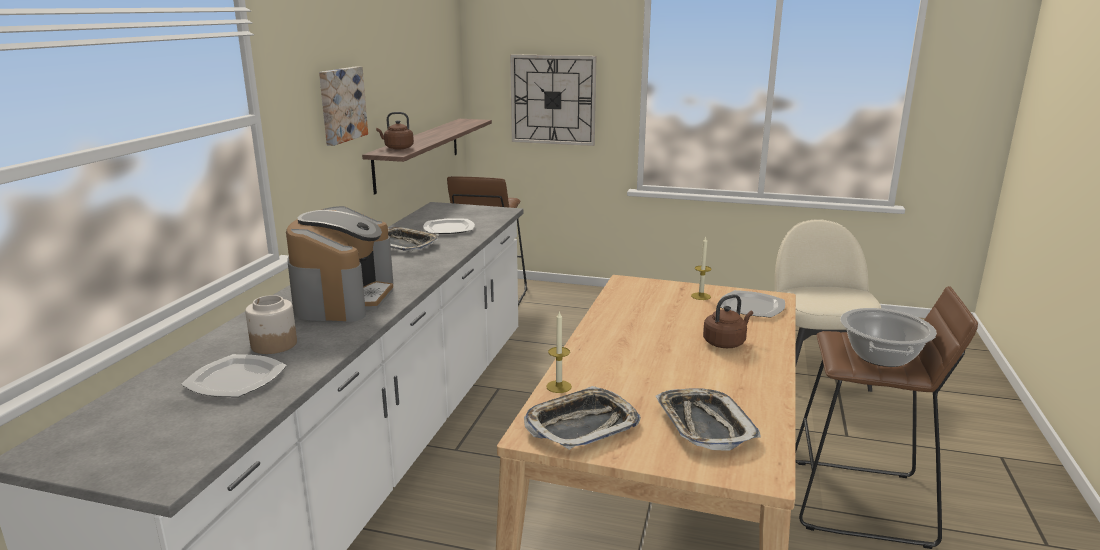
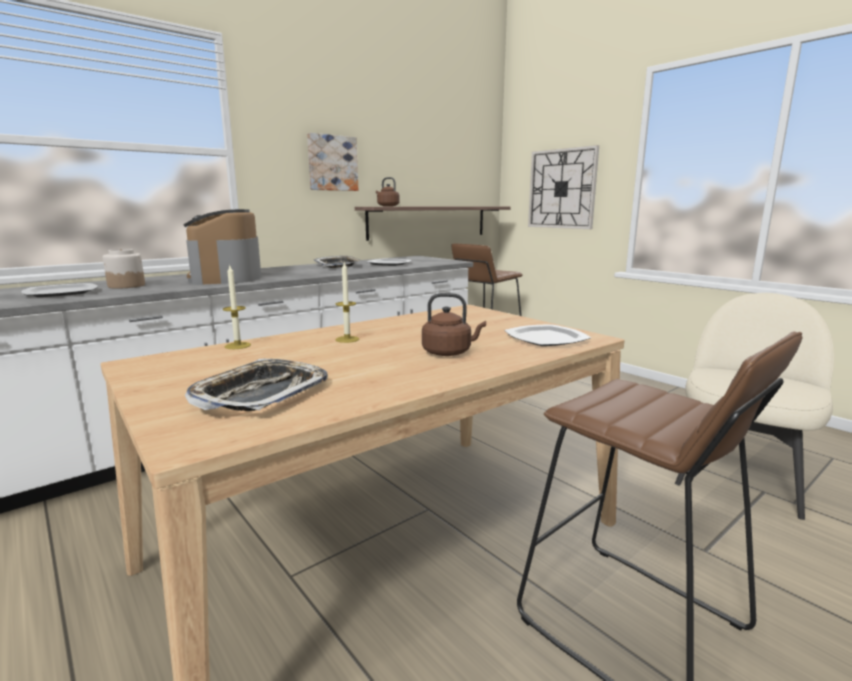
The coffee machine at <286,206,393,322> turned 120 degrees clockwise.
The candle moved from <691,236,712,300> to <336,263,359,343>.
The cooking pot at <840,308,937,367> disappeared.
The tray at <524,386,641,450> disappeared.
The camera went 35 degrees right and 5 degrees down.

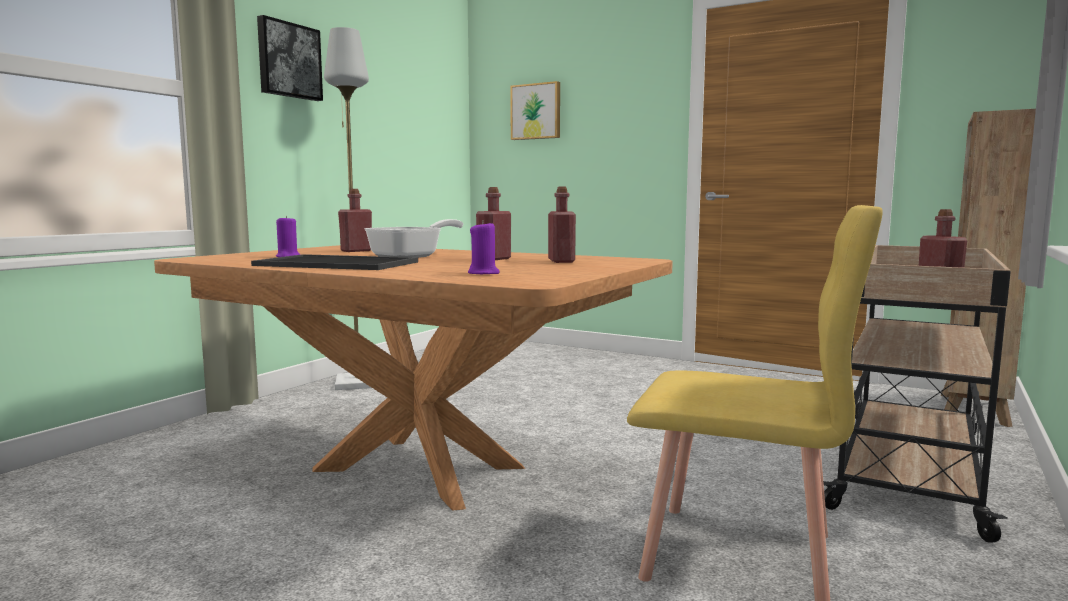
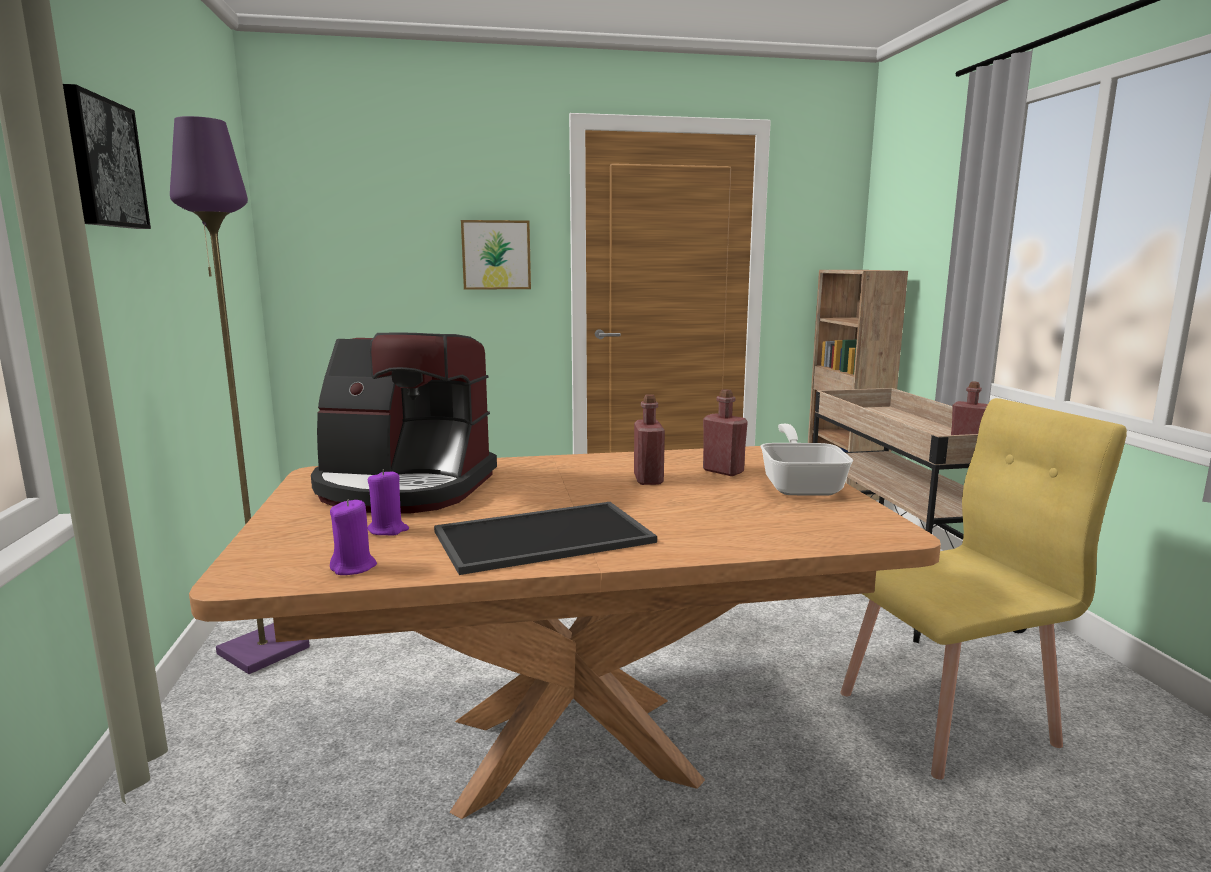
The grey floor lamp at <324,27,372,390> became the purple floor lamp at <170,116,310,674>.
The picture moved from <510,81,560,140> to <461,220,531,290>.
The red bottle at <338,189,372,252> was replaced by the coffee machine at <311,332,497,514>.
The frying pan moved from <365,219,463,258> to <761,424,853,496>.
The purple candle moved from <468,220,500,274> to <330,499,377,575>.
The camera went 40 degrees left and 5 degrees up.

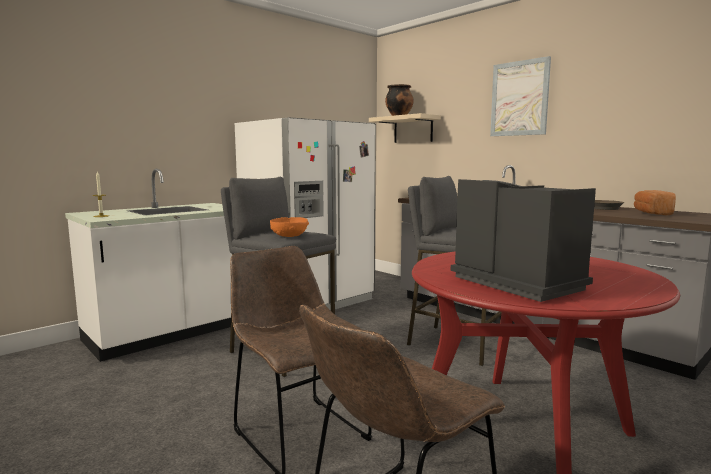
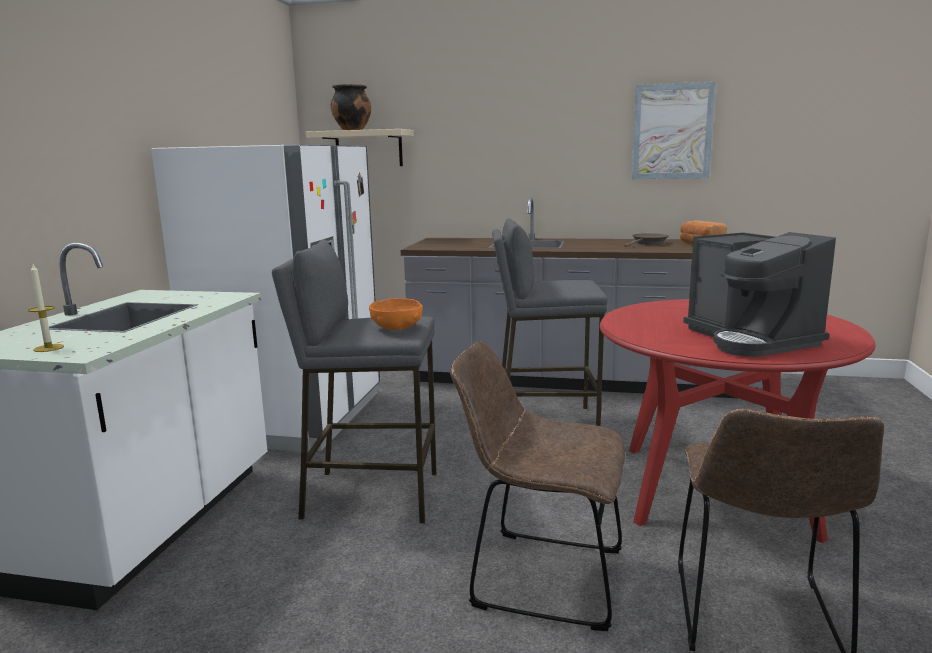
The picture moved from <490,56,551,136> to <632,82,716,179>.
The coffee machine at <451,179,596,302> turned 135 degrees counterclockwise.
The camera went 35 degrees left and 5 degrees up.

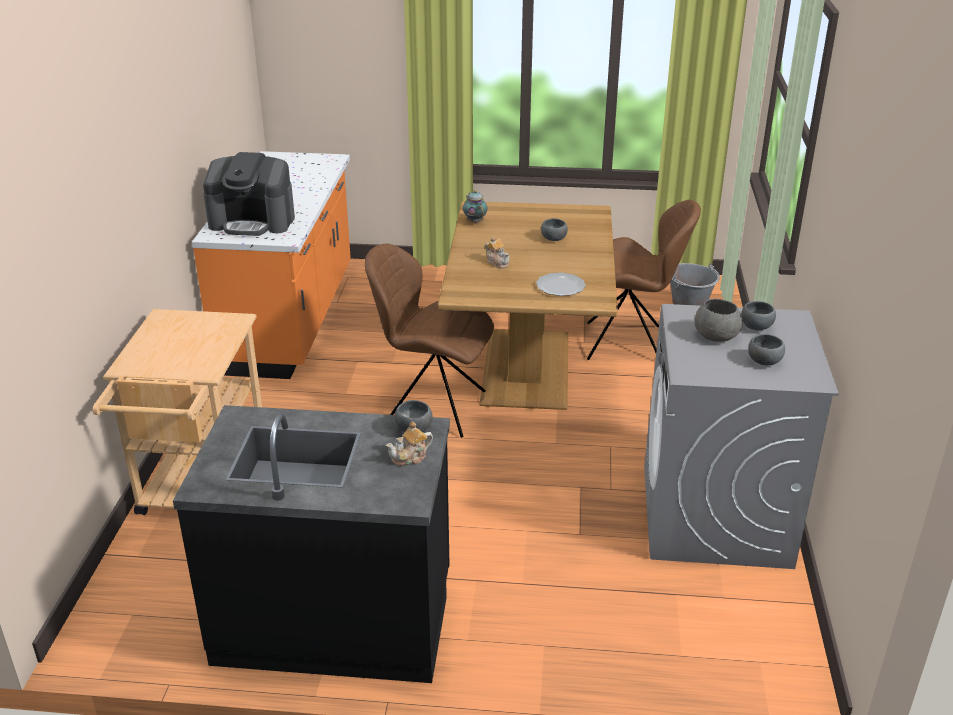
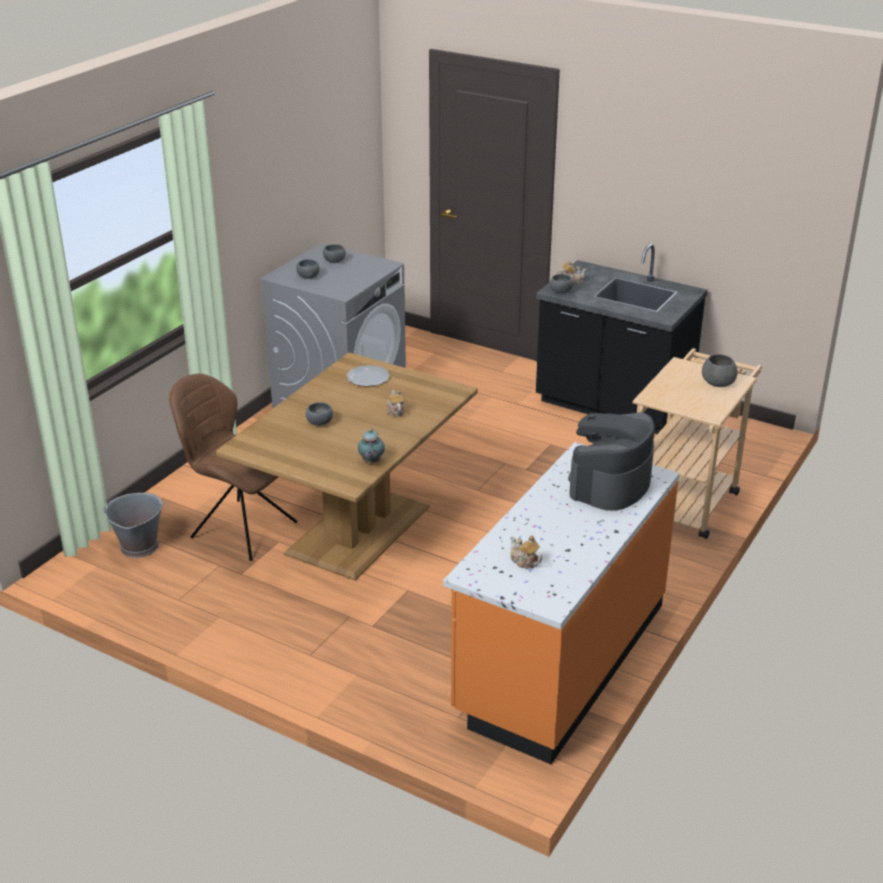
The coffee machine at <203,152,295,236> turned 90 degrees counterclockwise.
The brown chair at <365,243,494,438> disappeared.
The grey bowl moved from <695,299,743,342> to <702,354,738,387>.
The teapot at <510,535,542,568> appeared.
The camera went 155 degrees left and 0 degrees up.

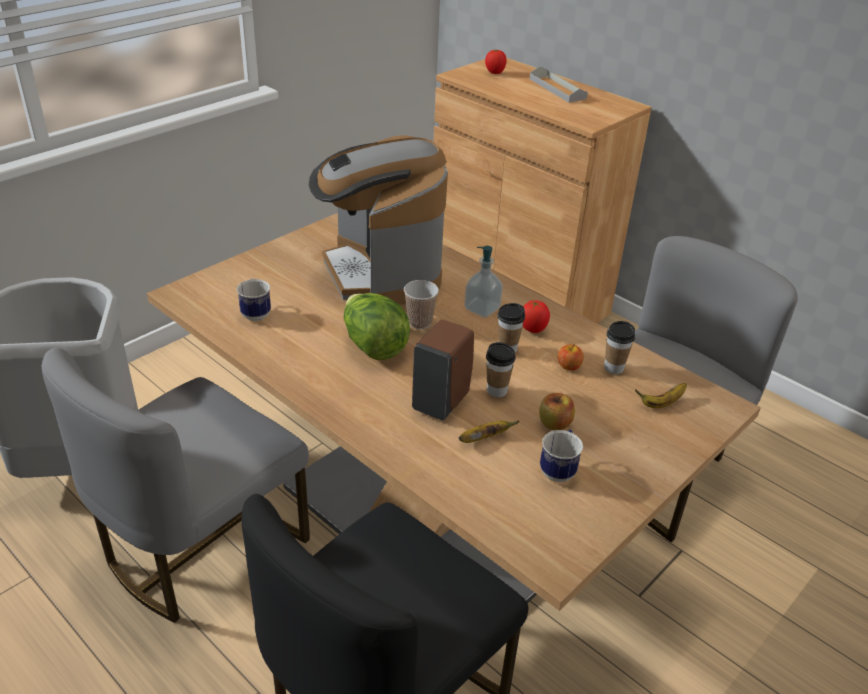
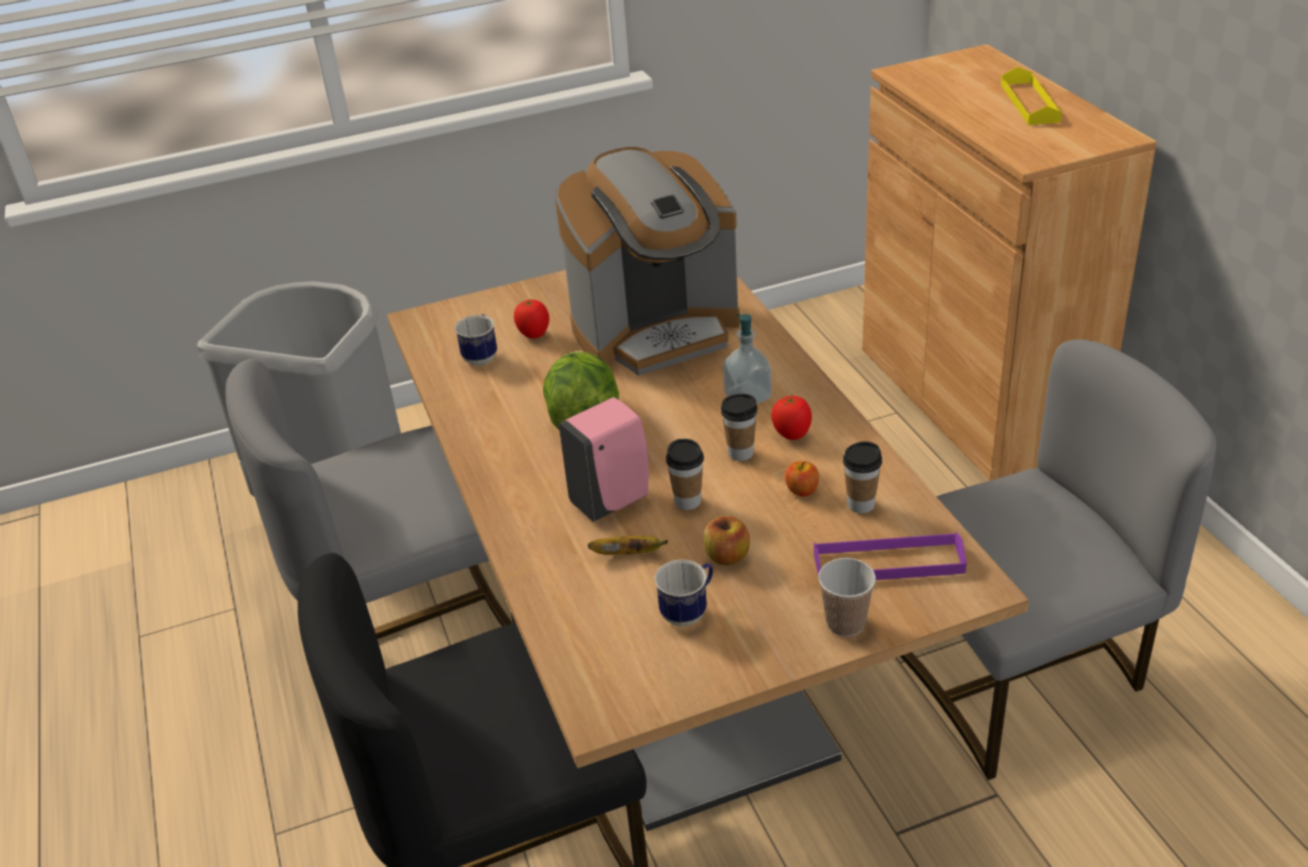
The tomato moved from <485,49,507,74> to <514,299,549,339>.
The grey tray at <530,66,588,103> became the yellow tray at <1001,67,1062,125>.
The coffee machine at <309,135,448,305> turned 120 degrees counterclockwise.
The cup moved from <404,280,439,329> to <818,558,876,637>.
The brown soap dispenser at <412,320,474,420> became the pink soap dispenser at <559,397,649,522>.
The banana at <635,383,687,408> was replaced by the purple tray at <814,532,967,583>.
The camera went 30 degrees right and 0 degrees up.

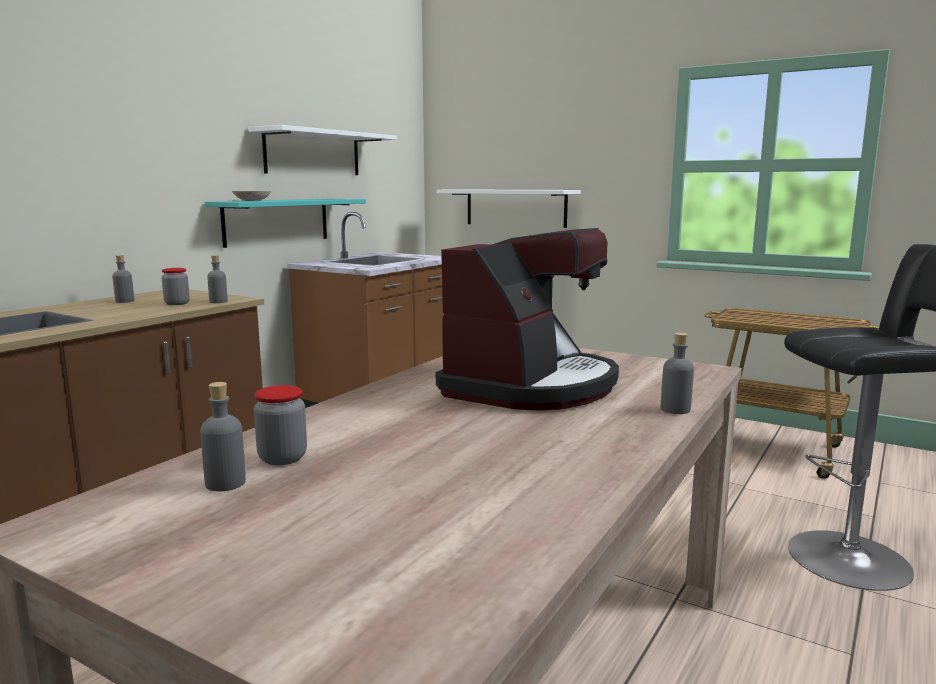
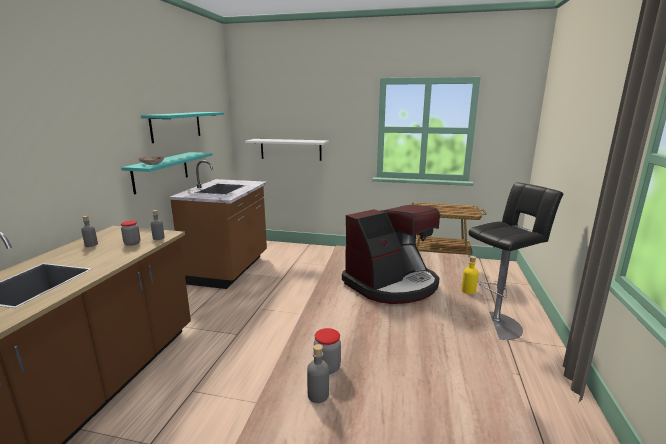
The white shelf at <248,125,397,175> became the turquoise shelf at <141,112,224,143>.
The coffee machine at <436,228,619,410> turned 45 degrees clockwise.
The grey bottle at <661,332,694,414> became the yellow bottle at <462,256,479,294>.
The camera went 20 degrees left and 5 degrees up.

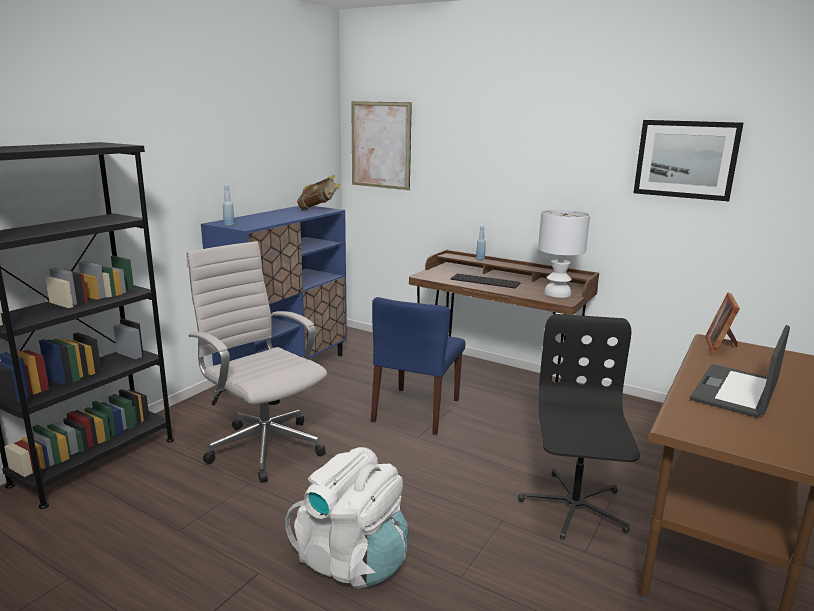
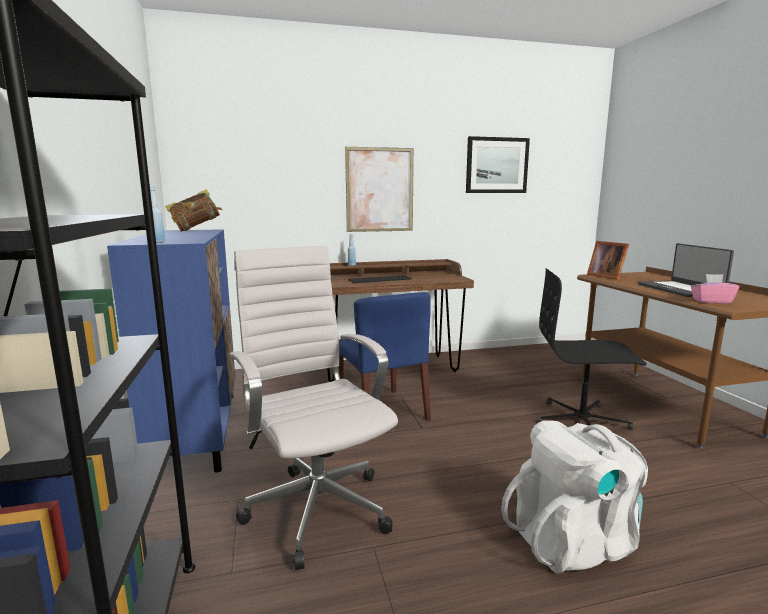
The picture moved from <351,101,412,190> to <345,147,414,232>.
The white table lamp at <538,209,590,298> disappeared.
The white office chair at <186,241,327,483> turned 60 degrees clockwise.
The black office chair at <518,314,640,539> turned 45 degrees counterclockwise.
The pink tissue box at <691,274,739,304> appeared.
The camera went 45 degrees left and 5 degrees down.

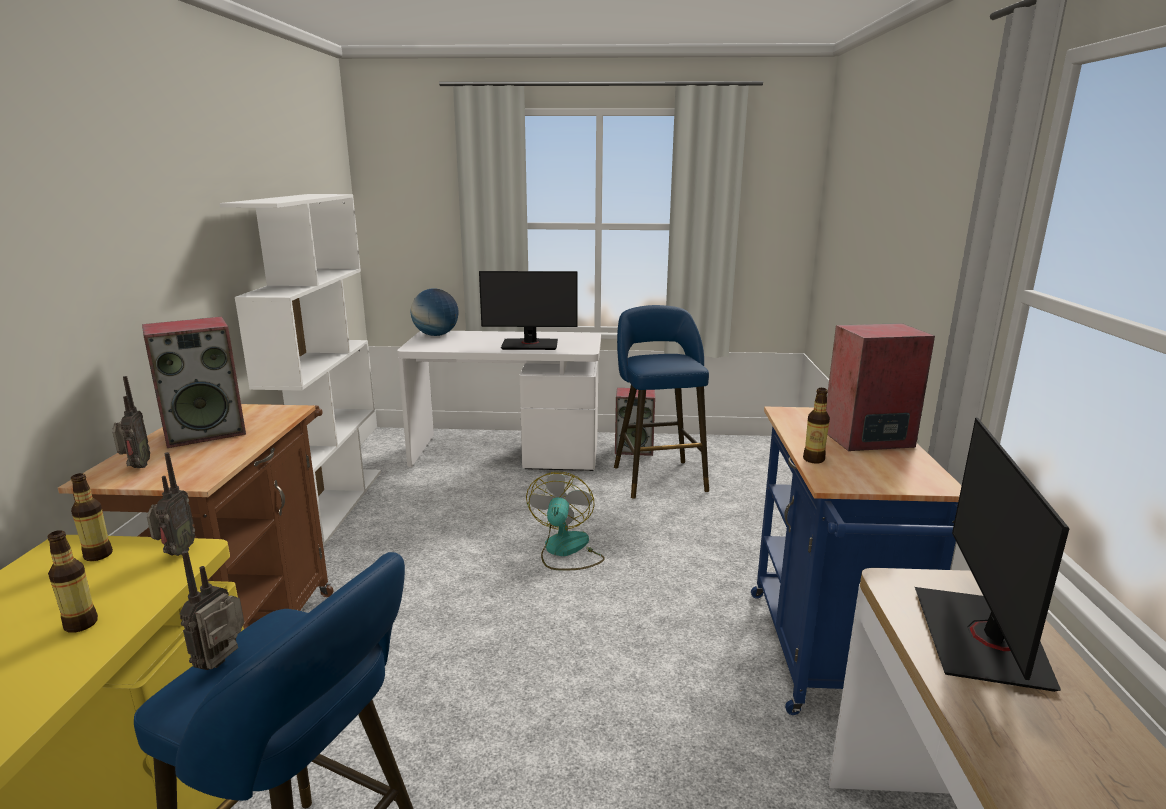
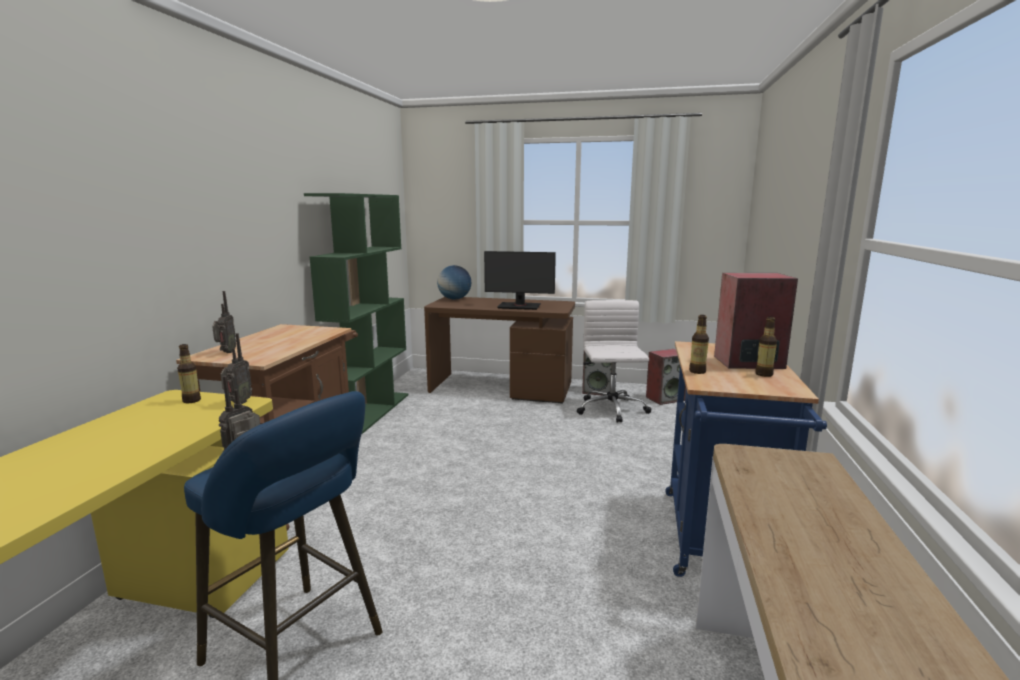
The white bookcase at <219,194,381,547> became the green bookcase at <304,193,409,435>.
The blue stool at <614,305,709,499> was replaced by the white office chair at <577,300,652,423>.
The speaker moved from <142,317,246,448> to <646,349,686,405>.
The white desk at <397,331,601,471> became the brown desk at <424,297,575,404>.
The monitor at <915,418,1069,692> disappeared.
The fan at <526,472,605,571> disappeared.
The bottle moved from <47,530,98,633> to <755,317,777,377>.
The camera went 10 degrees right and 5 degrees down.

